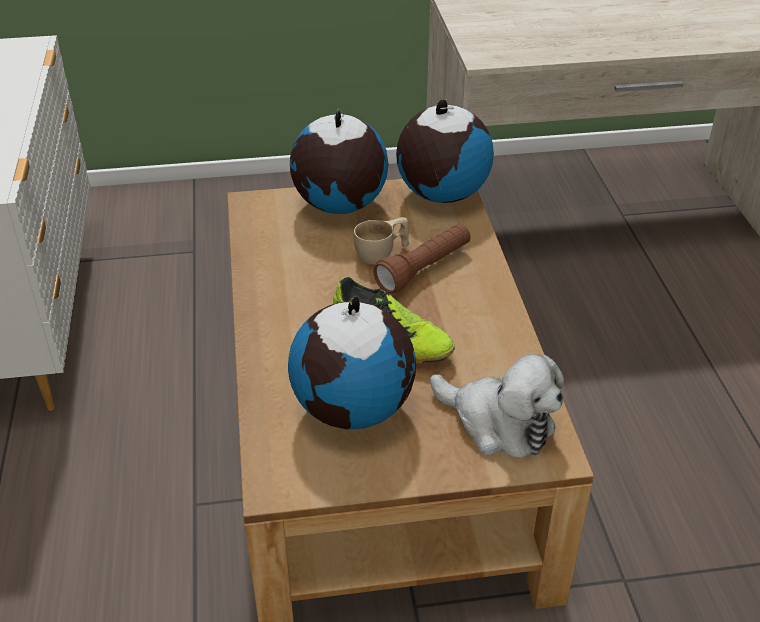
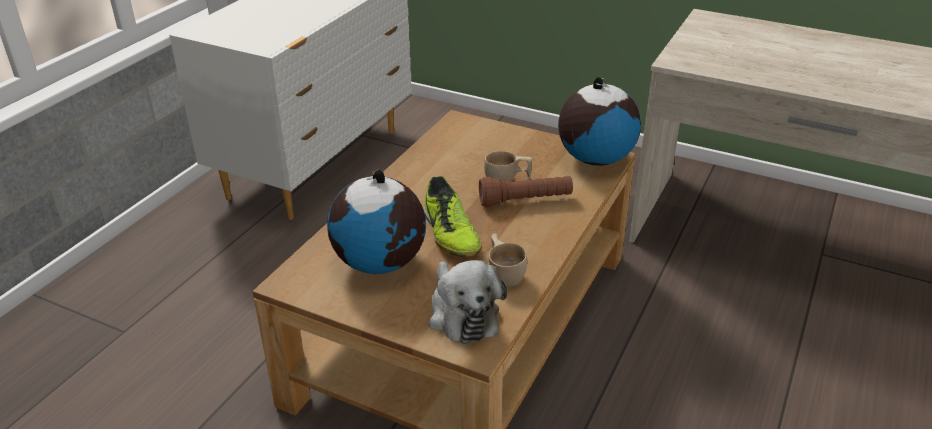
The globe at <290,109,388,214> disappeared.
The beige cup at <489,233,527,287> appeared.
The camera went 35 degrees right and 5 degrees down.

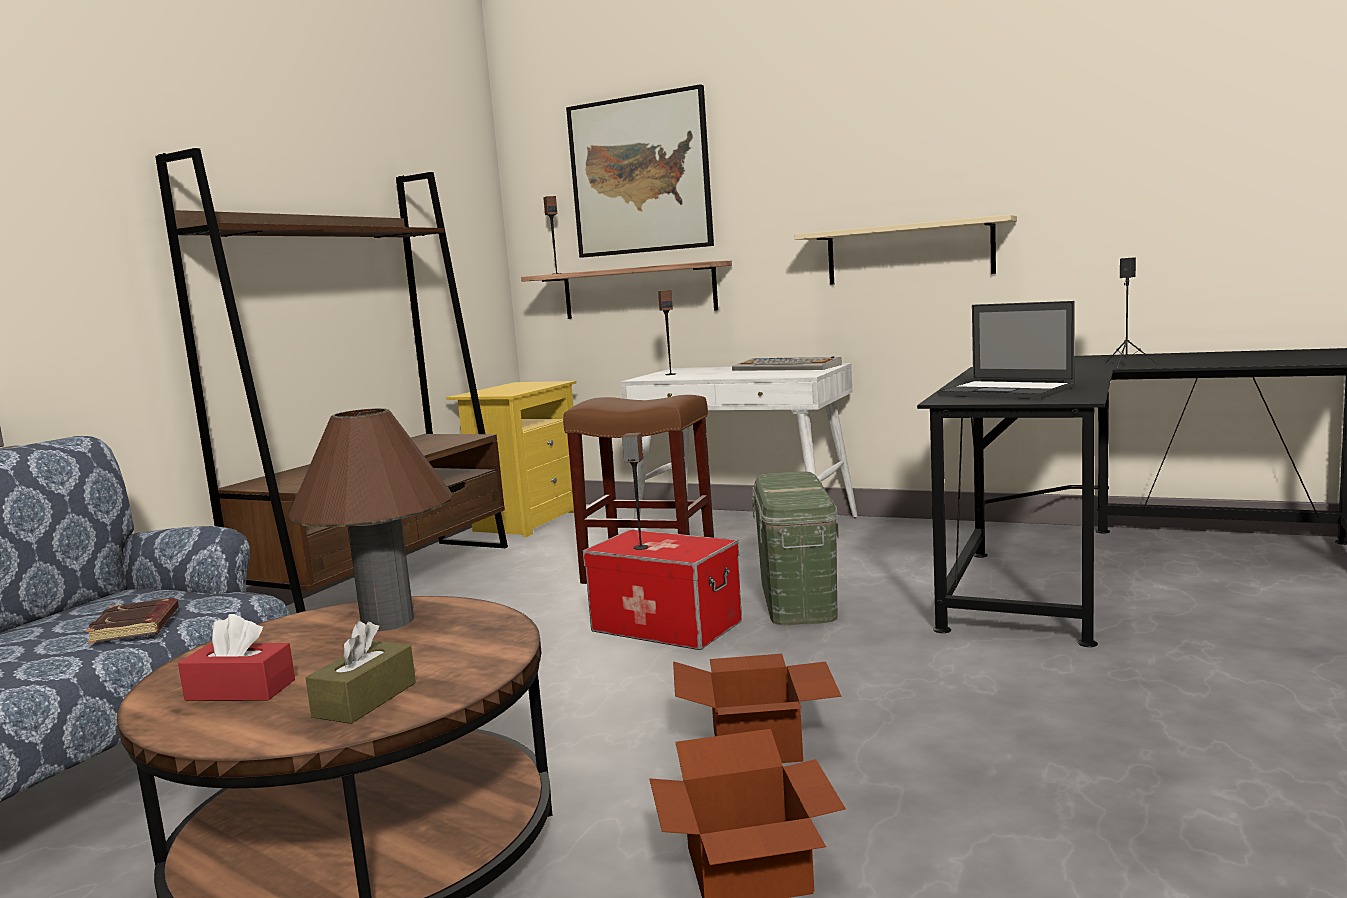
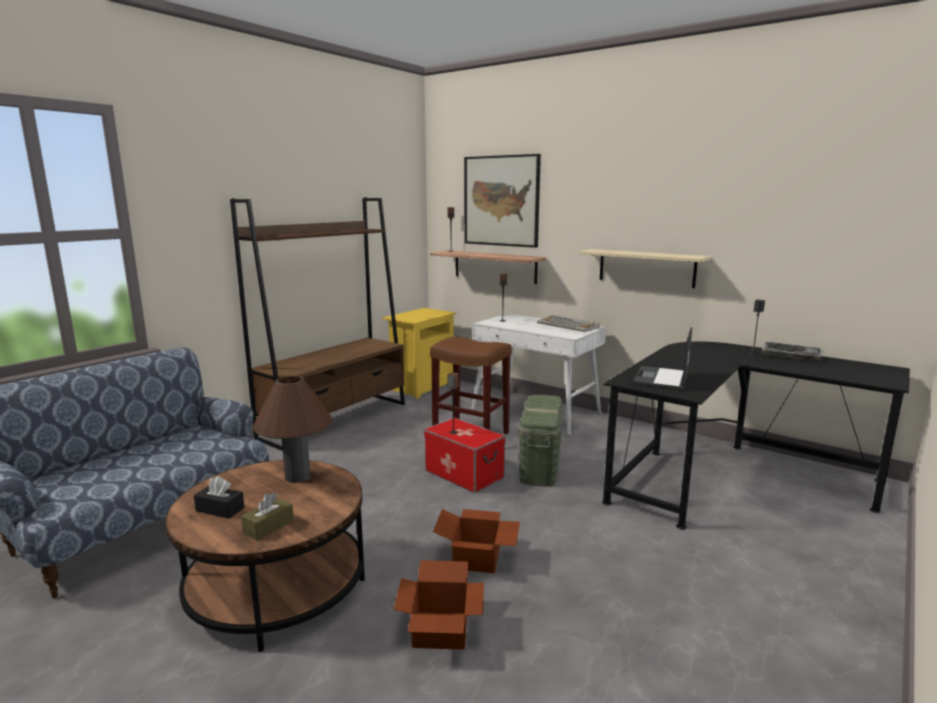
The laptop at <937,301,1075,399> turned 60 degrees clockwise.
The brown book at <85,598,179,643> disappeared.
The red tissue box at <178,614,295,701> became the black tissue box at <194,476,245,519>.
The keyboard at <761,341,822,362> appeared.
The camera went 10 degrees right and 5 degrees up.

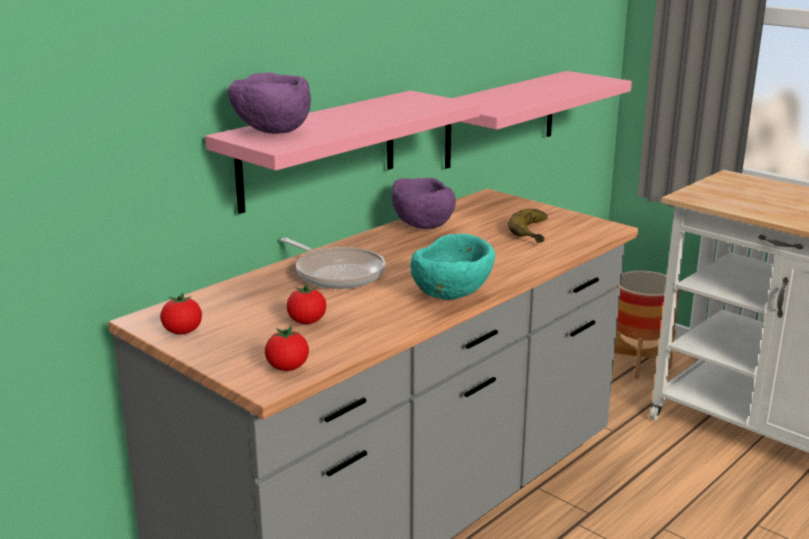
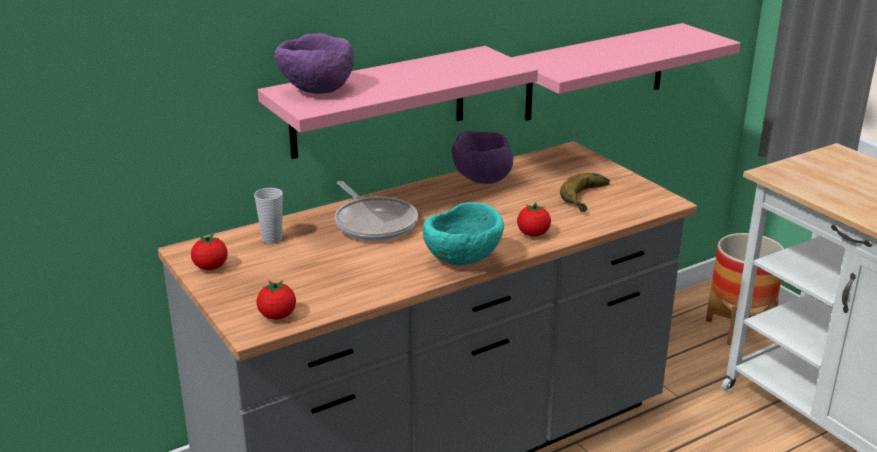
The tomato moved from <286,284,326,324> to <517,202,551,237>.
The cup at <254,187,283,244> appeared.
The camera went 15 degrees right and 5 degrees up.

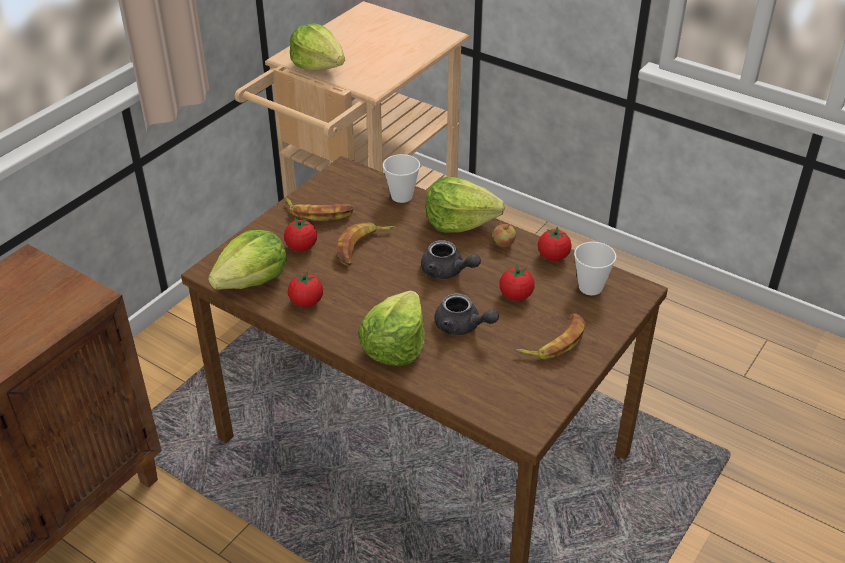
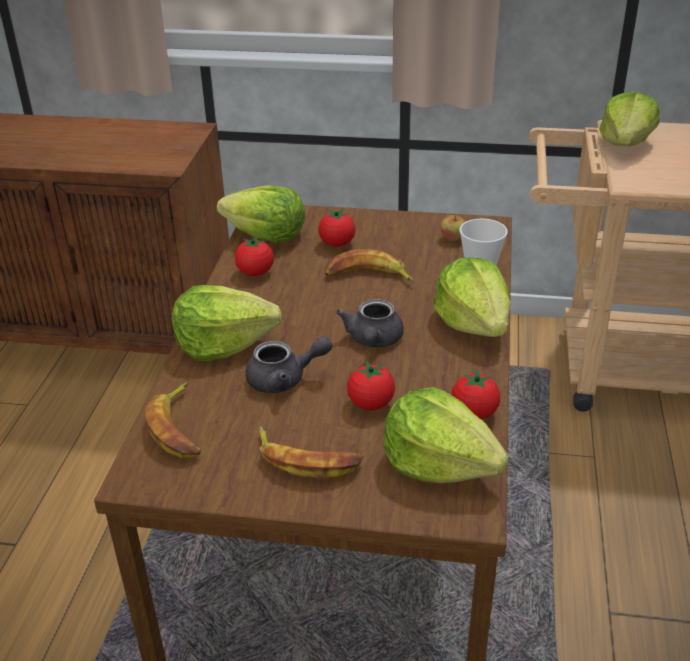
The banana moved from <285,198,354,221> to <145,382,201,458>.
The apple moved from <493,224,516,247> to <440,215,466,241>.
The cup at <574,242,616,295> was replaced by the lettuce at <384,387,509,483>.
The grey teapot at <434,293,499,335> turned 105 degrees counterclockwise.
The camera went 65 degrees right and 5 degrees down.

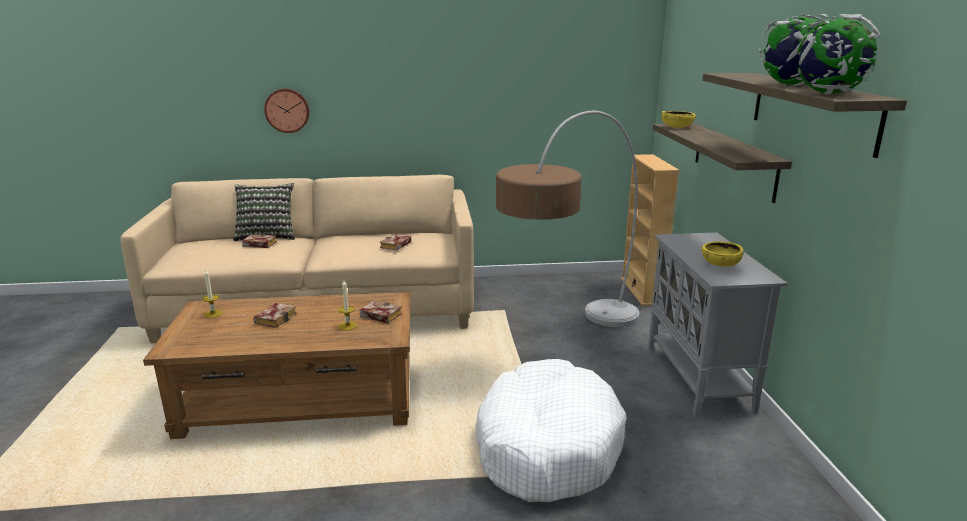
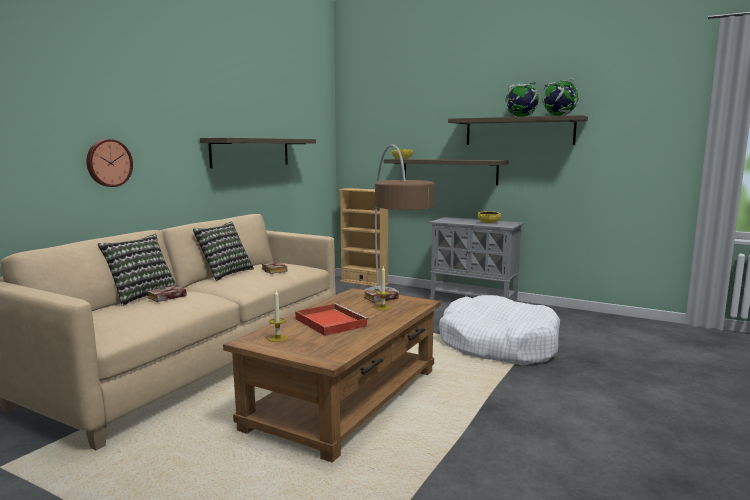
The book at <254,303,297,328> was replaced by the red tray at <295,303,369,336>.
The shelf at <200,138,316,168> appeared.
The pillow at <193,221,254,281> appeared.
The camera went 55 degrees left and 10 degrees down.

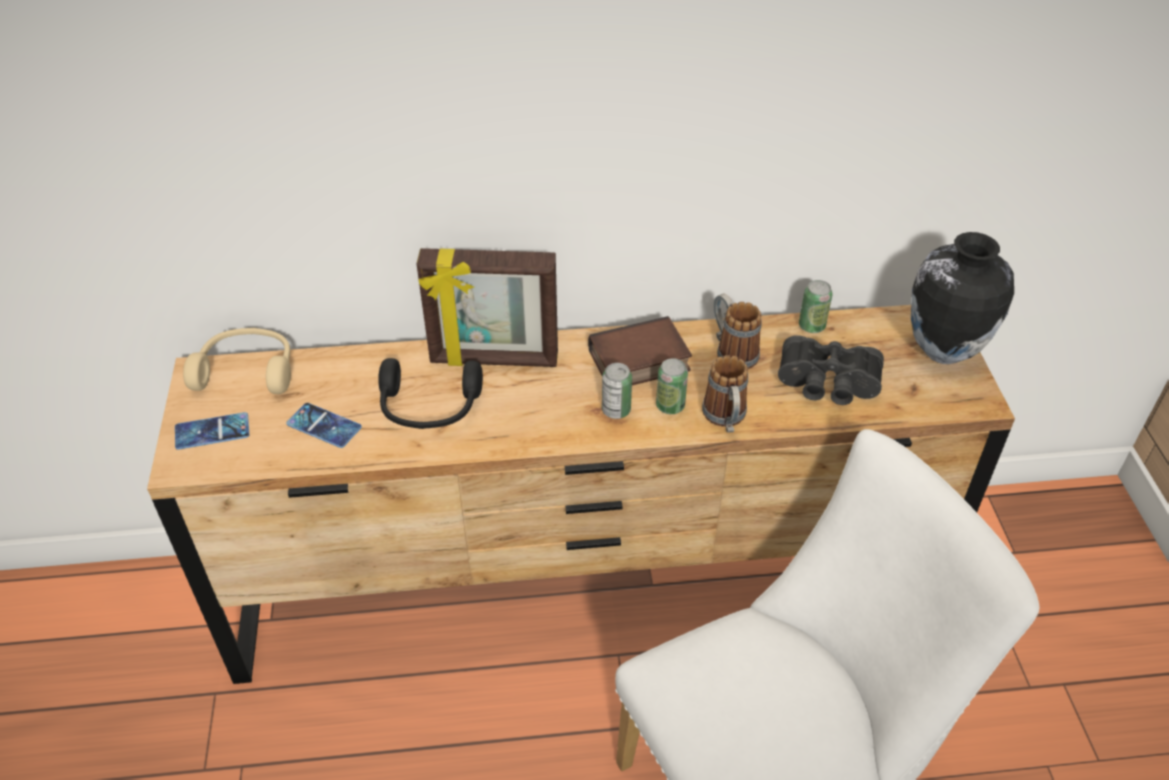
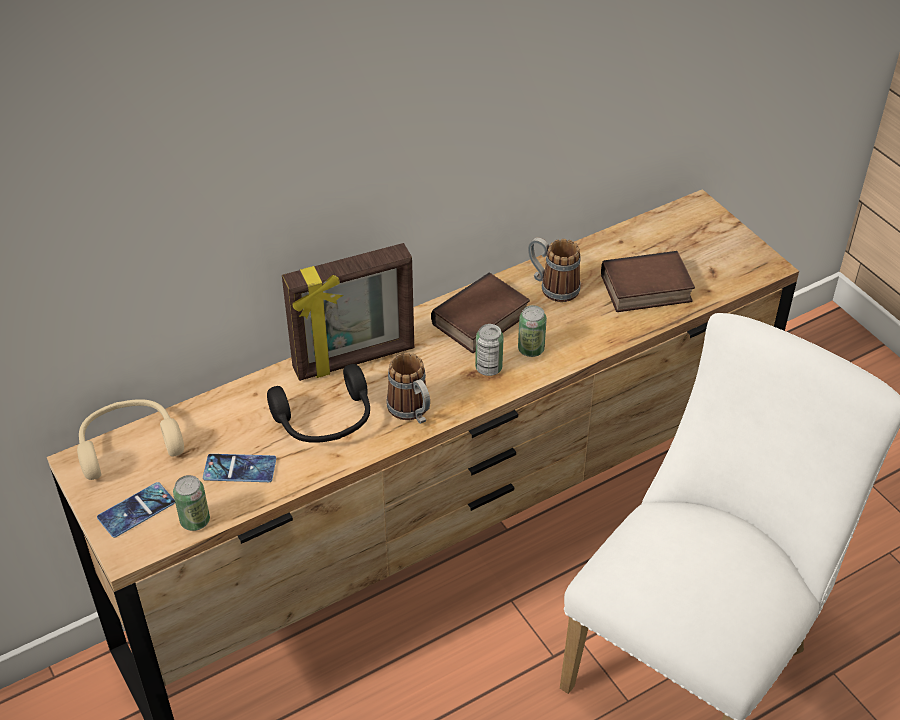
The vase at <911,232,1014,364> disappeared.
The can moved from <799,280,832,333> to <173,475,210,531>.
The black binoculars at <778,335,884,405> was replaced by the book at <601,251,695,312>.
The mug moved from <702,355,748,433> to <386,353,430,424>.
The camera went 25 degrees left and 0 degrees up.

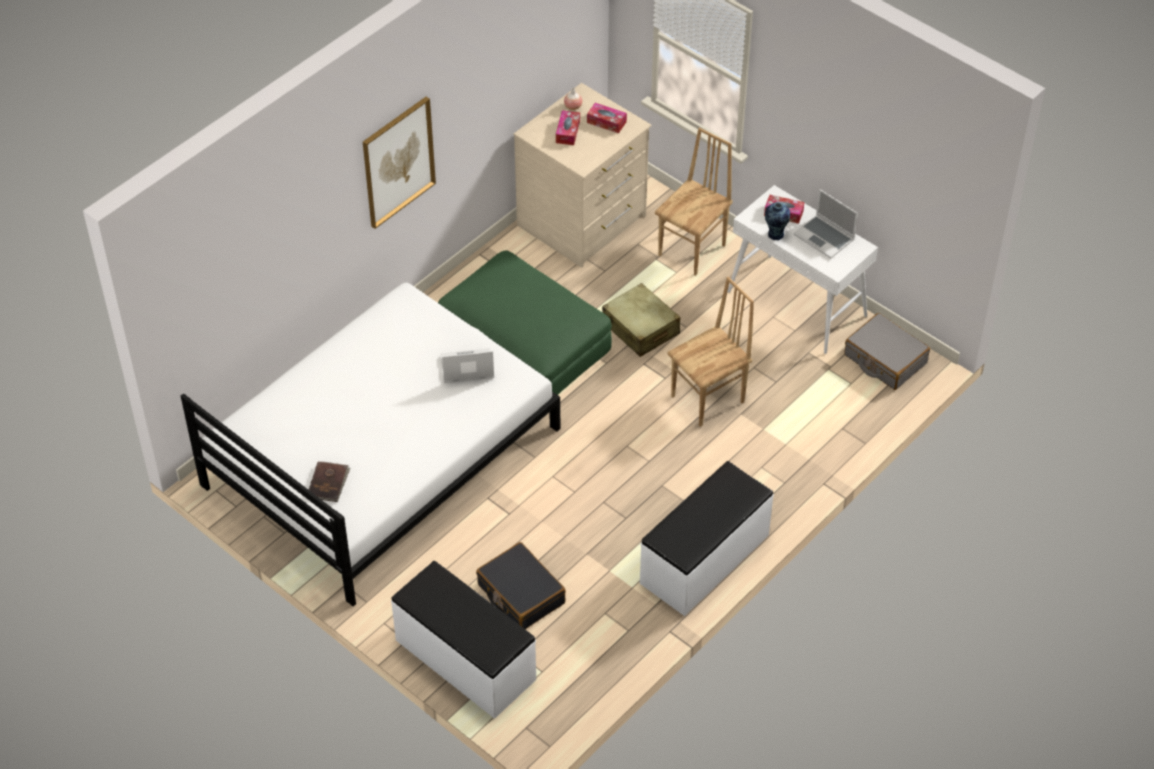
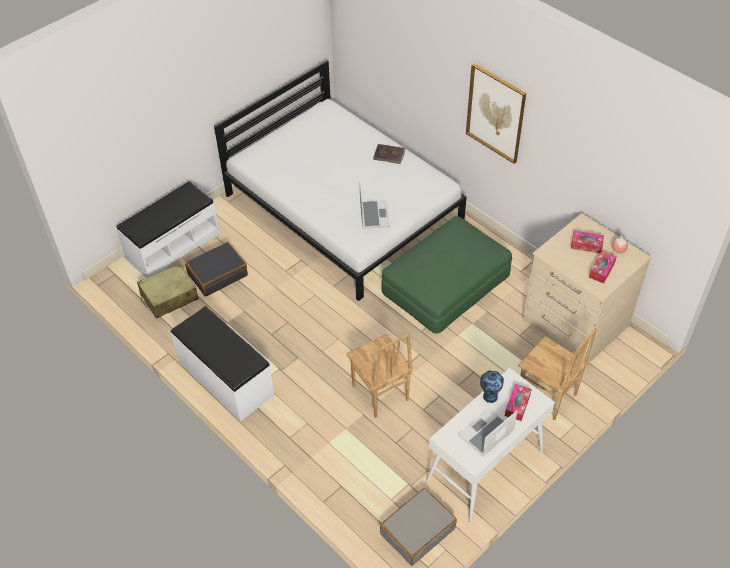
The beige suitcase moved from <602,283,680,357> to <137,264,199,318>.
The brown book moved from <308,462,350,502> to <373,144,405,164>.
The camera went 95 degrees right and 0 degrees up.

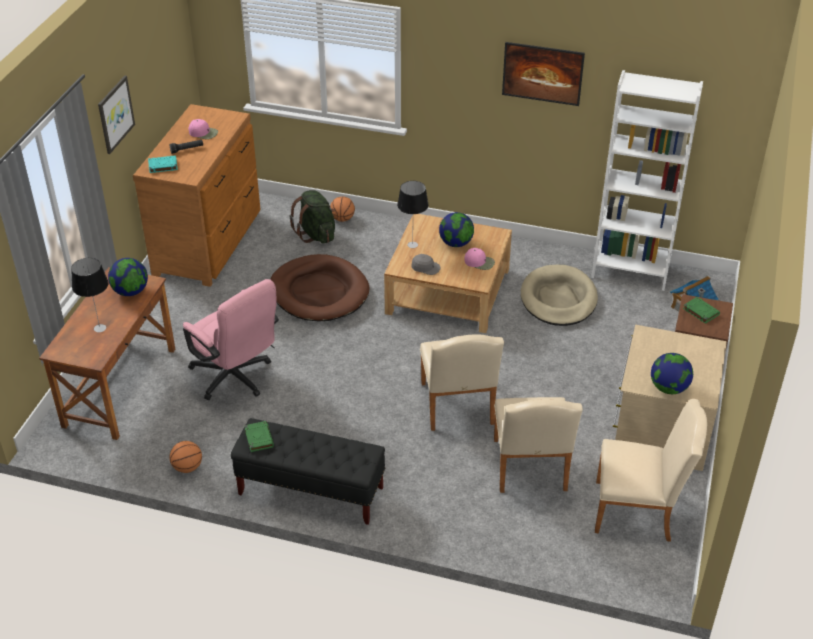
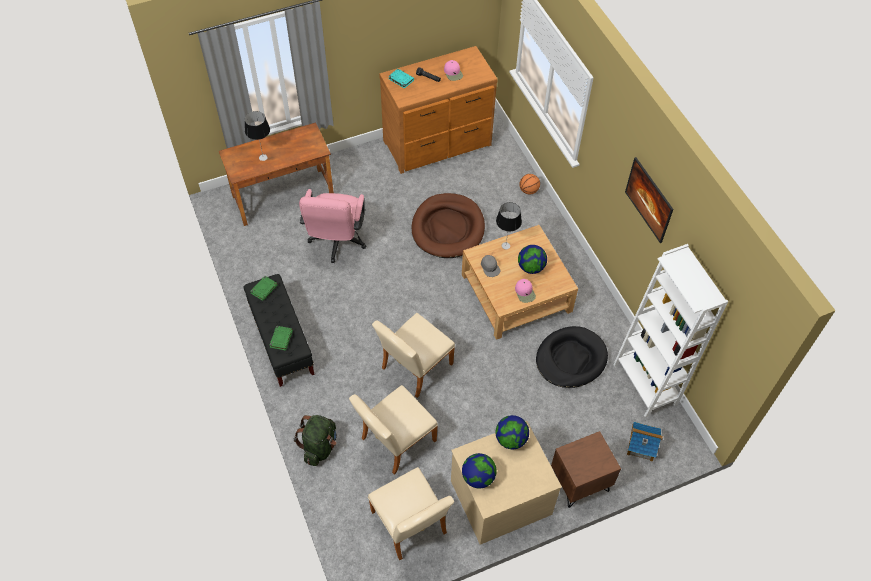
The picture at <98,76,135,154> disappeared.
The green backpack moved from <290,190,335,243> to <294,415,337,466>.
The globe moved from <108,258,148,296> to <496,415,529,449>.
The beige dog bed at <521,265,598,326> became the black dog bed at <536,326,608,388>.
The green book moved from <683,297,720,324> to <269,326,293,351>.
The basketball at <169,441,202,473> disappeared.
The camera went 50 degrees right and 15 degrees up.

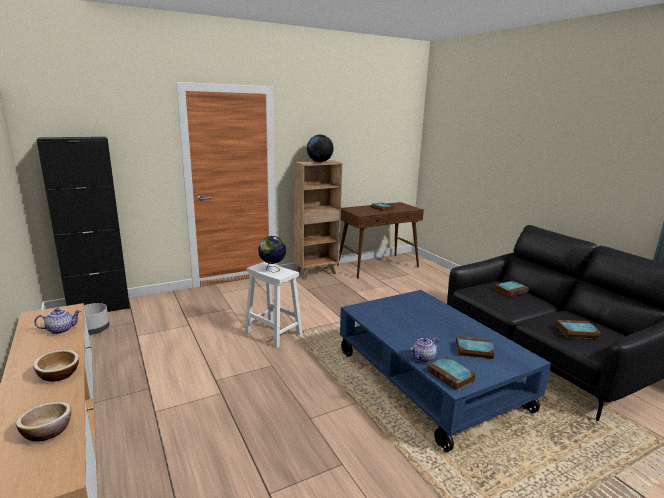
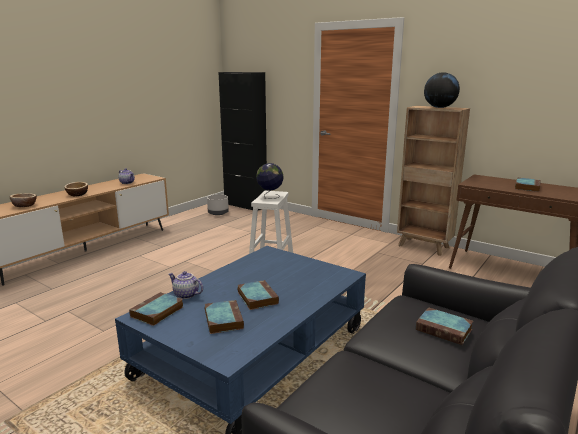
The book moved from <556,320,601,339> to <237,280,279,310>.
The camera went 65 degrees right and 0 degrees up.

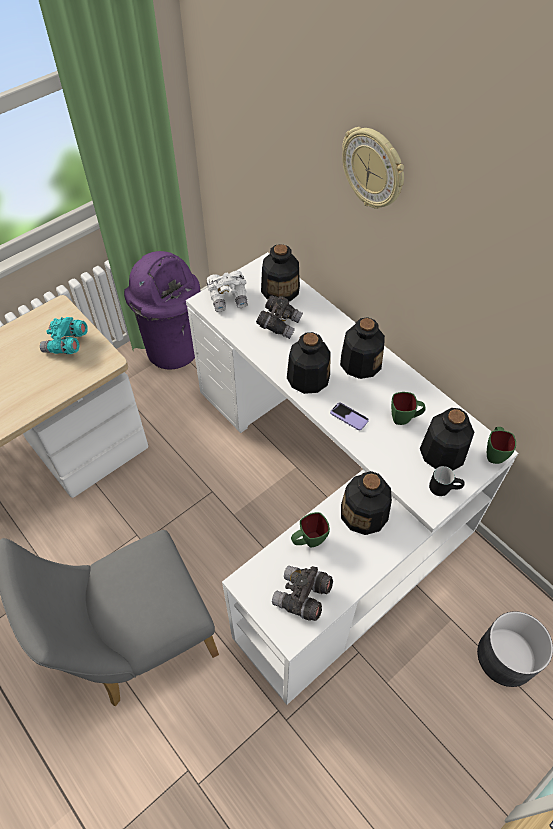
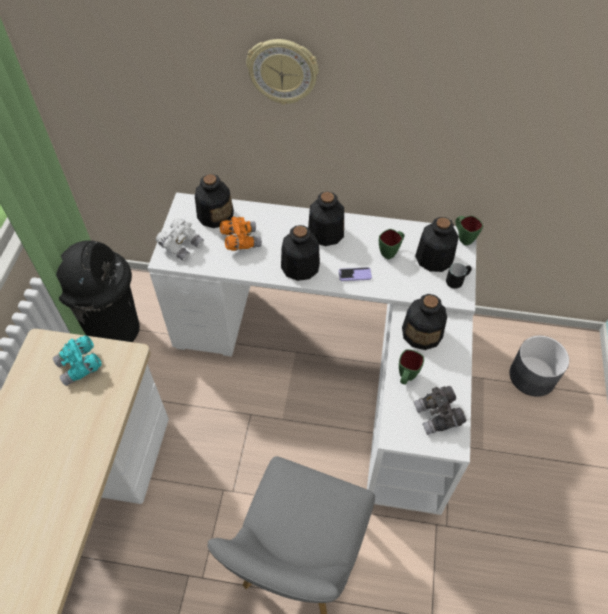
The purple trash can at <124,251,200,369> became the black trash can at <56,240,140,342>.
The grey binoculars at <256,295,303,339> became the orange binoculars at <220,217,262,251>.
The camera went 40 degrees left and 0 degrees up.

